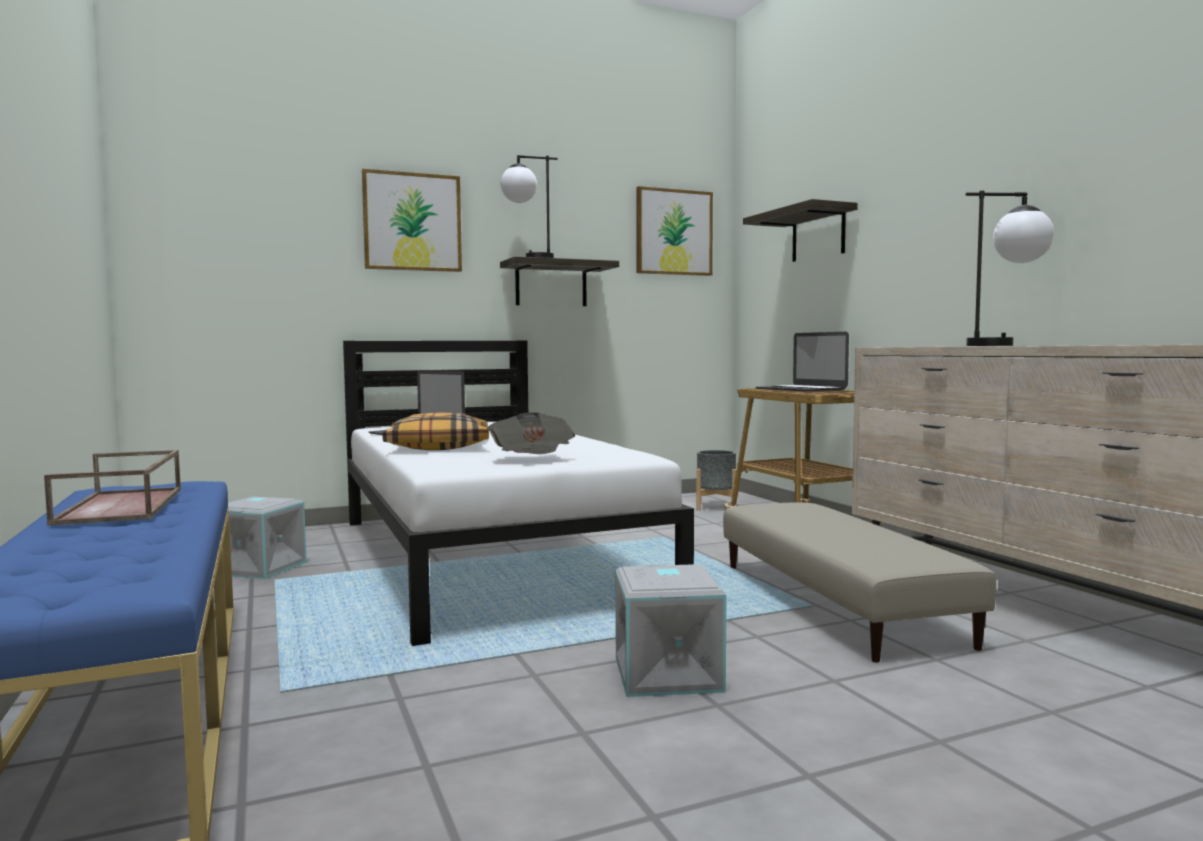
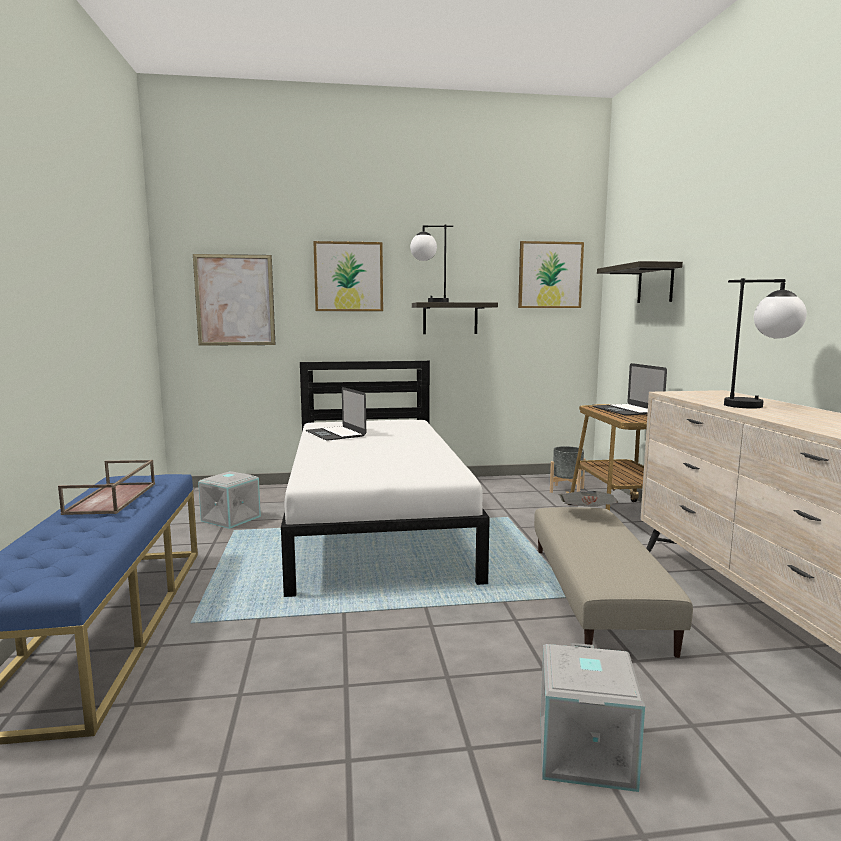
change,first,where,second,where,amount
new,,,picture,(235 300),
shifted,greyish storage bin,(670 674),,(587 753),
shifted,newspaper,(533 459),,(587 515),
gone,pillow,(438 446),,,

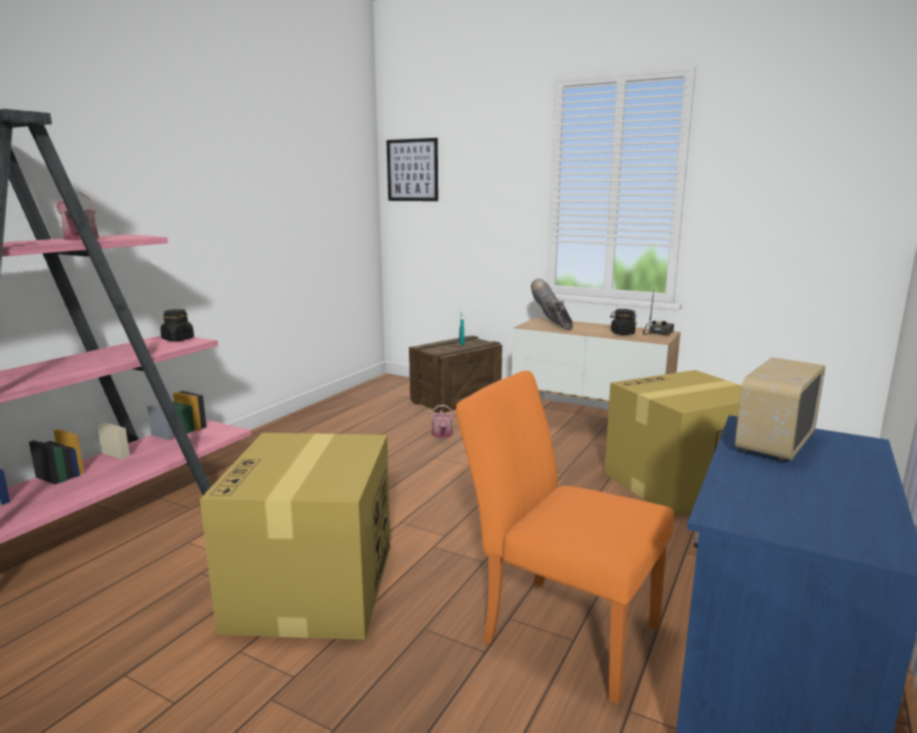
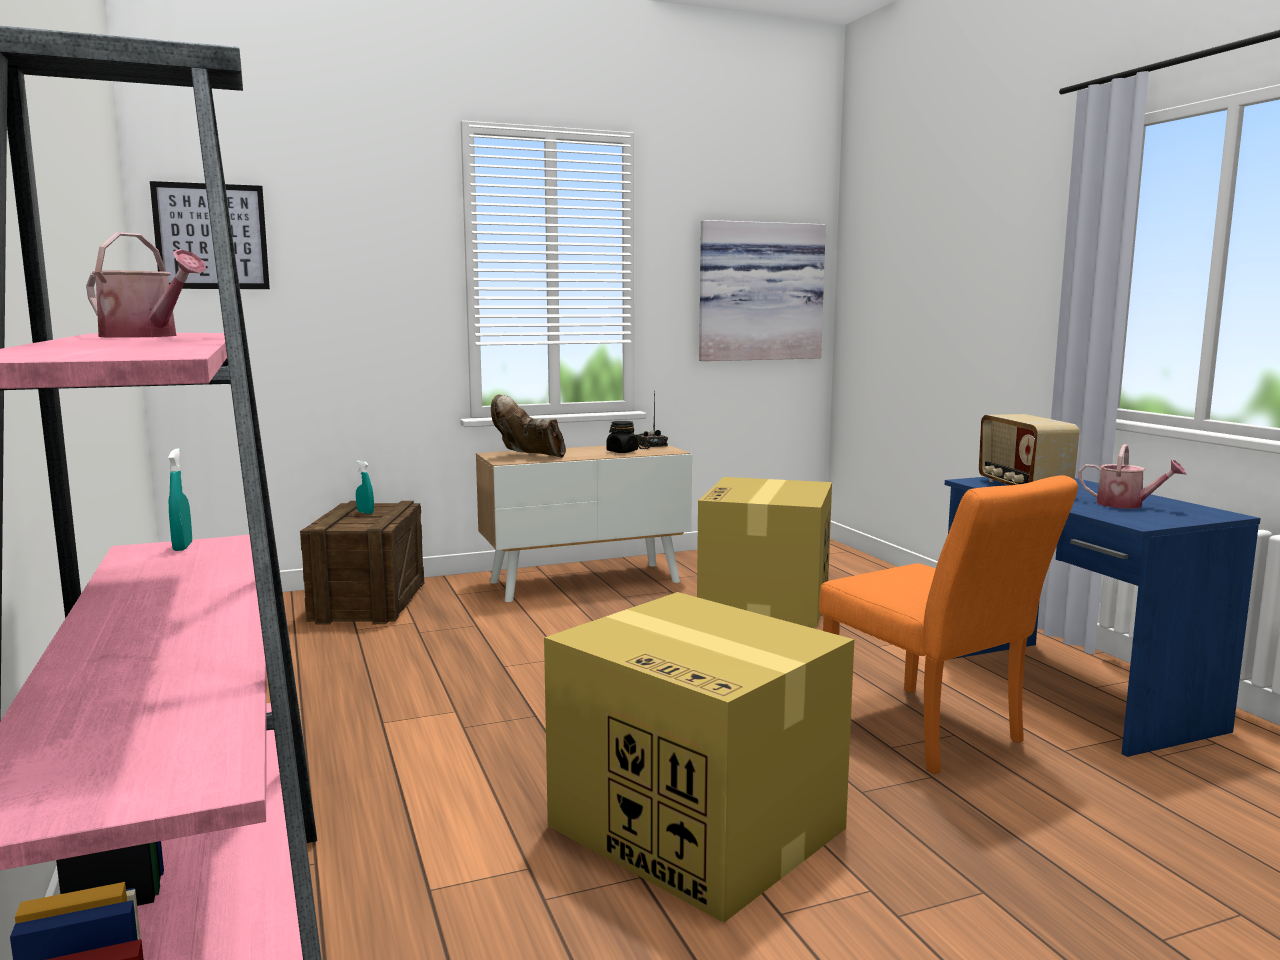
change,first,where,second,where,amount
swapped,blackish preserve jar,(178 339),turquoise-coloured sprayer,(182 547),
repainted,greyish high-top boot,(552 325),brown-coloured high-top boot,(528 456),
new,,,picture,(759 292),
rotated,orange-coloured chair,(558 629),,(931 734),105 degrees counterclockwise
shifted,watering can,(442 435),,(1126 505),

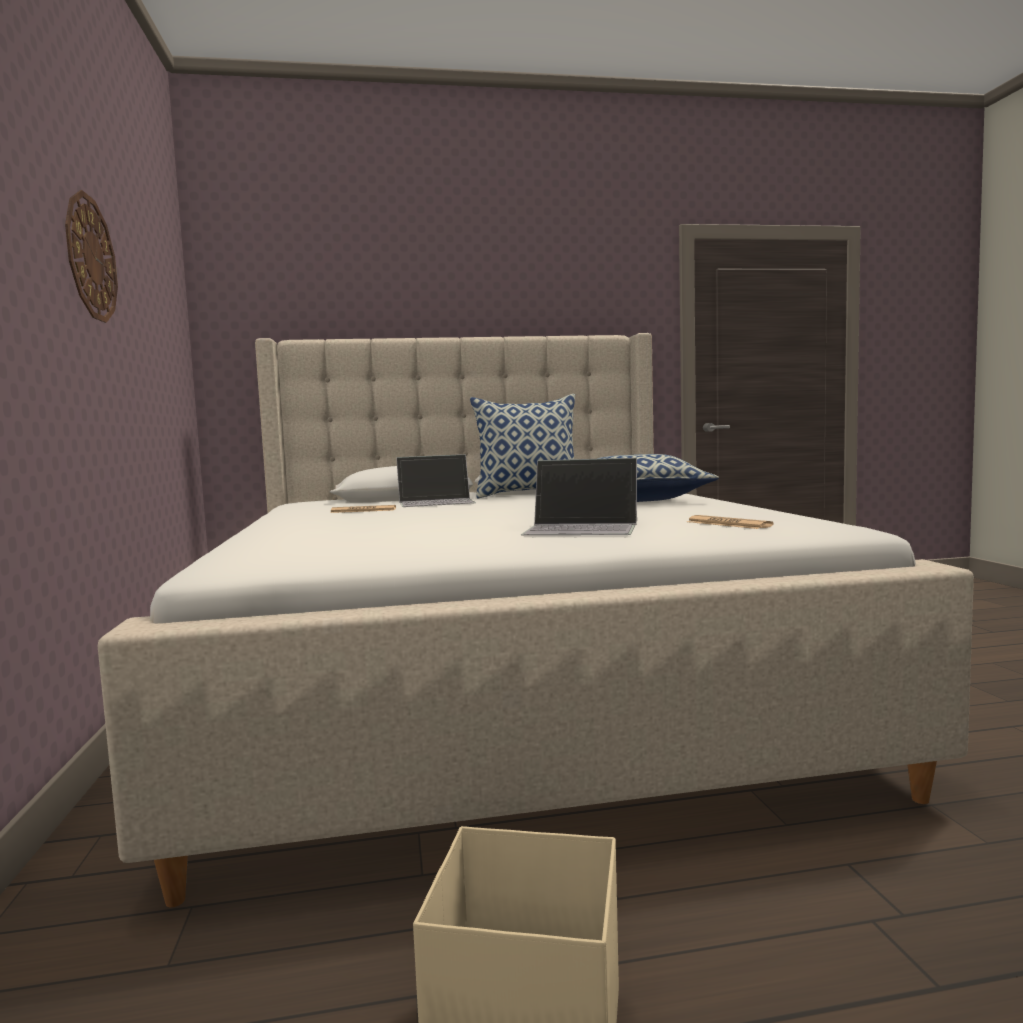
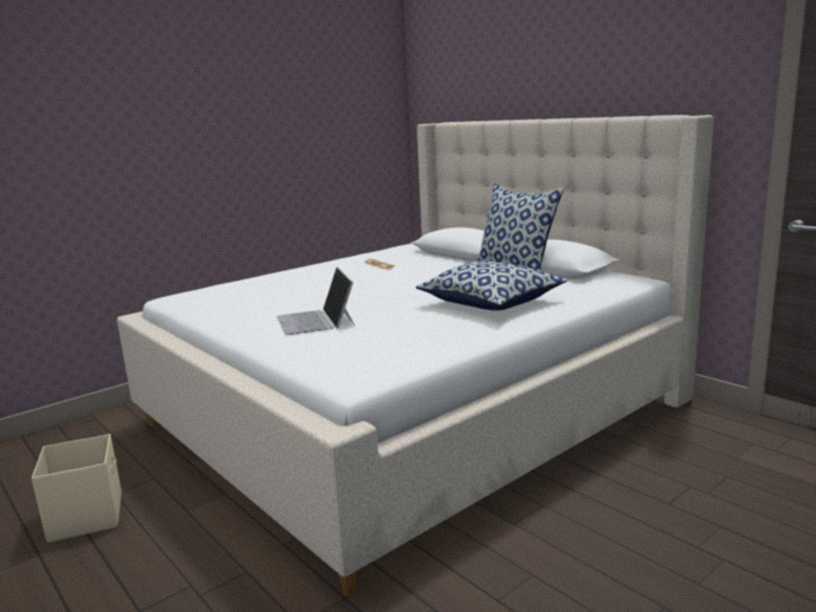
change,first,where,second,where,amount
gone,clock on the wall,(90 258),,,
gone,laptop,(436 502),,,
gone,newspaper,(728 524),,,

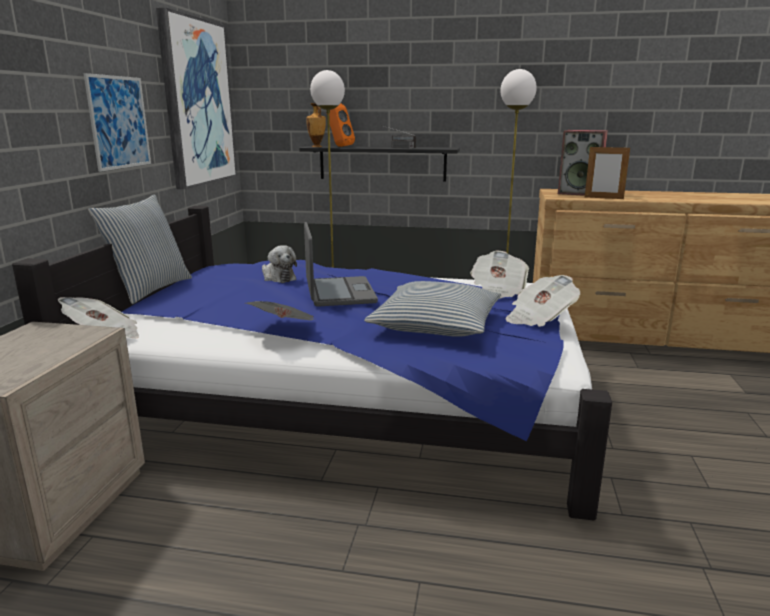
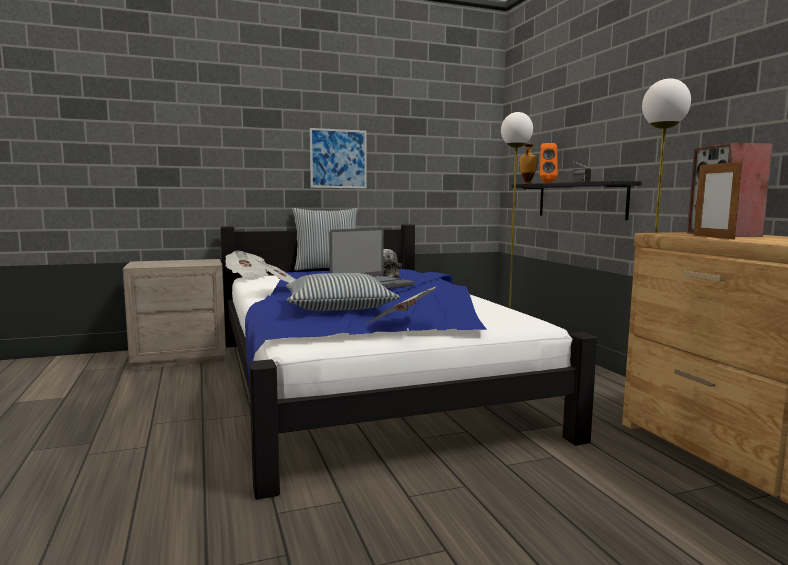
change,first,where,second,where,amount
gone,picture,(197 103),,,
gone,newspaper,(498 291),,,

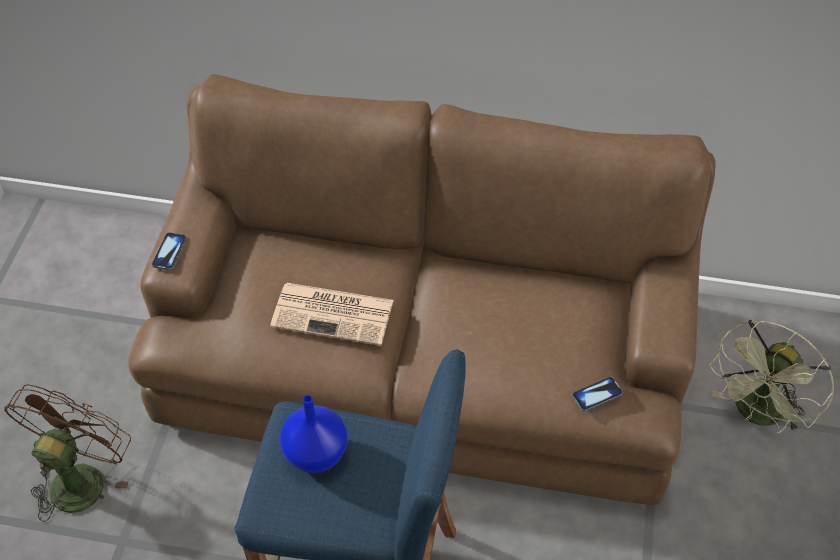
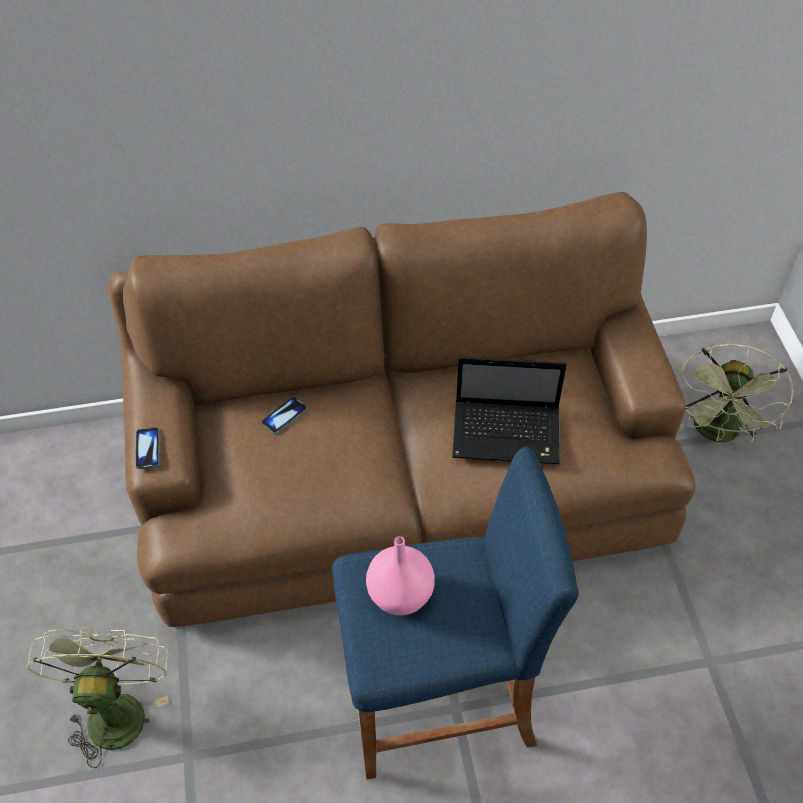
change,first,where,second,where,amount
repainted,brown-coloured fan,(81 476),green-coloured fan,(116 708),
shifted,telephone,(597 394),,(284 416),
repainted,bluish decorative vase,(315 452),pink-coloured decorative vase,(399 594),
new,,,laptop,(508 433),
gone,newspaper,(334 313),,,

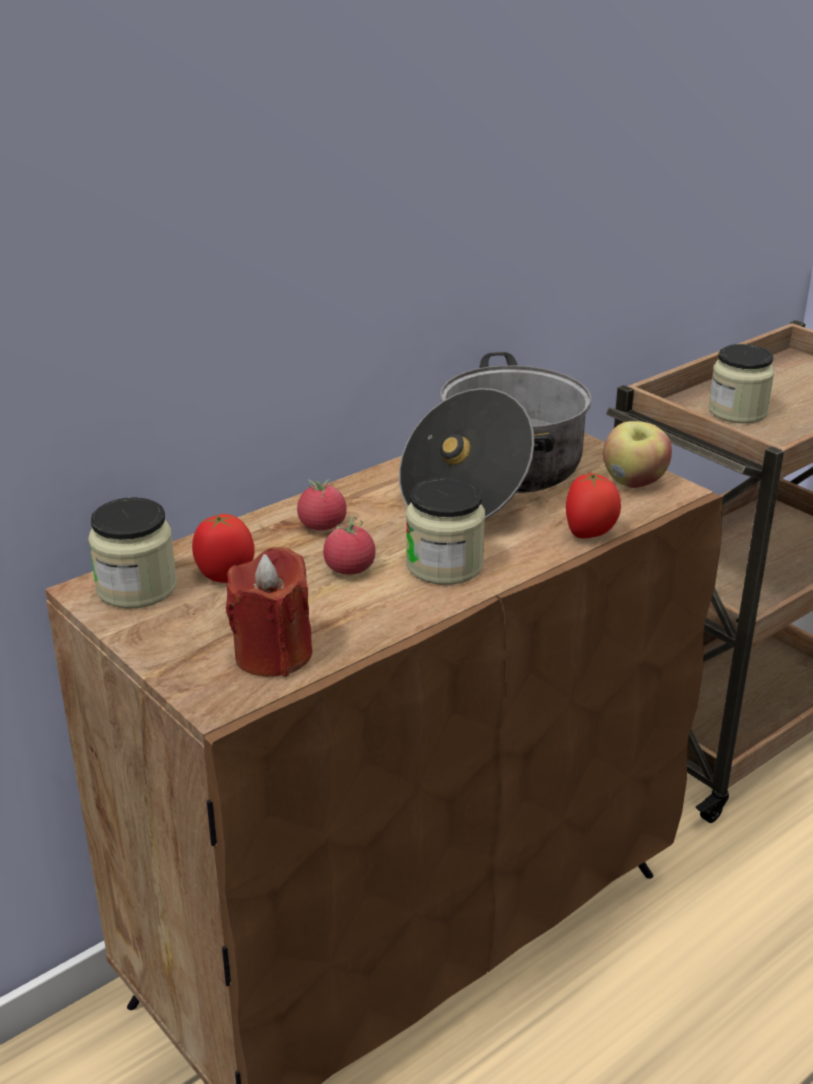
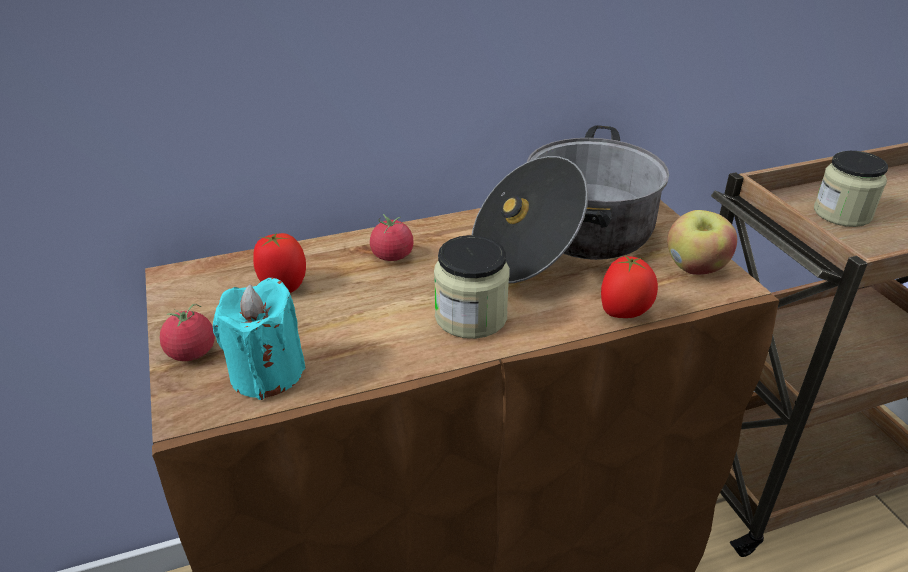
change,first,where,second,where,amount
shifted,tomato,(349 569),,(191 353),
repainted,reddish wax candle,(273 654),turquoise-coloured wax candle,(266 373),
gone,preserve jar,(137 588),,,

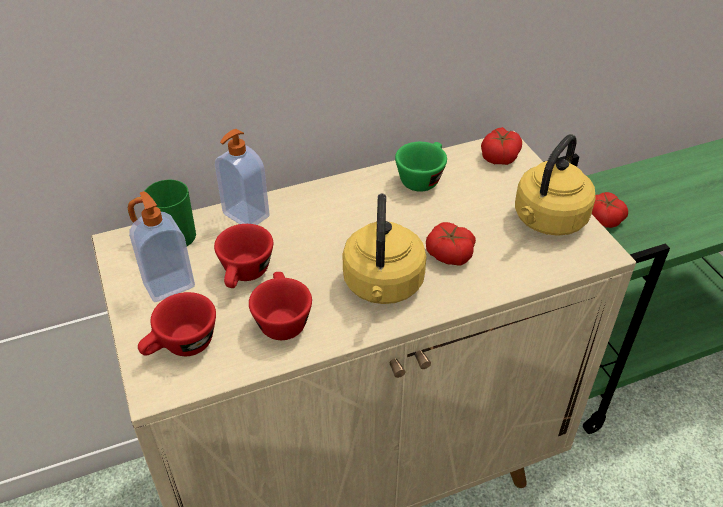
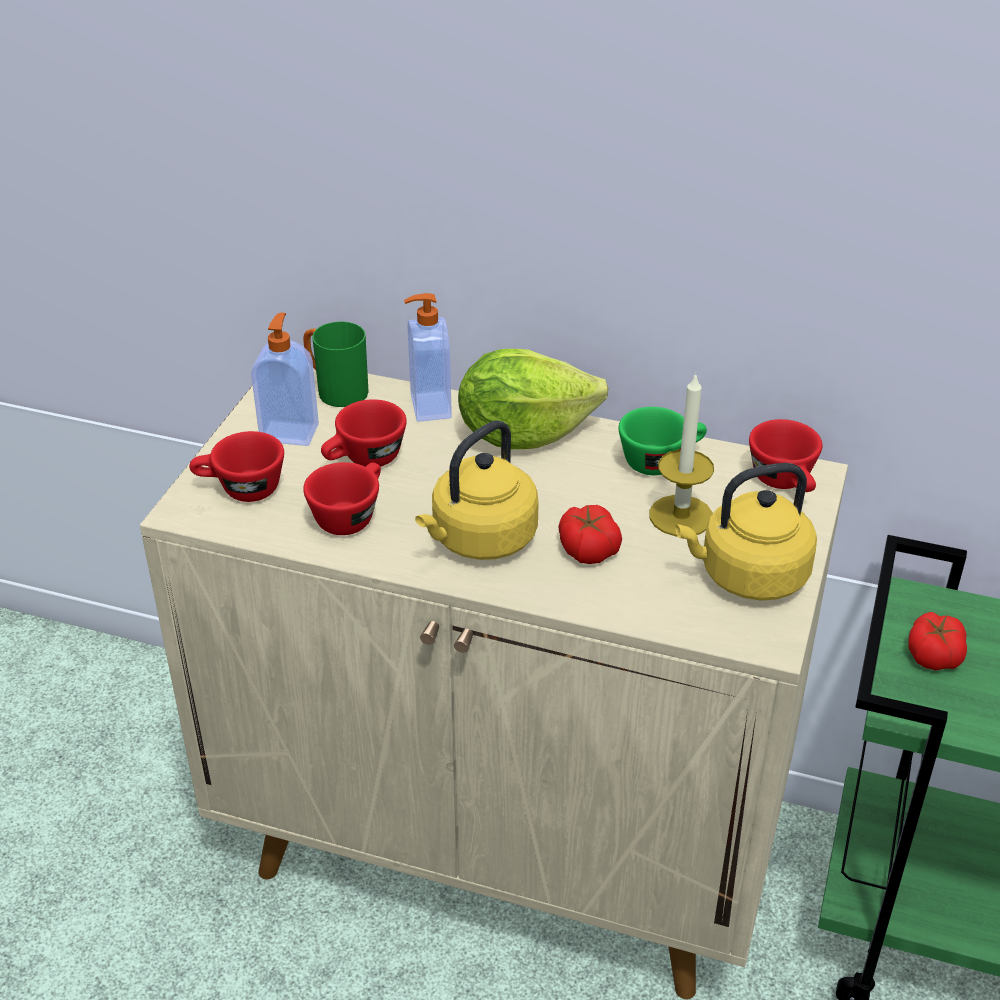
change,first,where,second,where,amount
new,,,lettuce,(523 433),
new,,,wax candle,(681 516),
swapped,tomato,(499 156),reddish cup,(786 482),

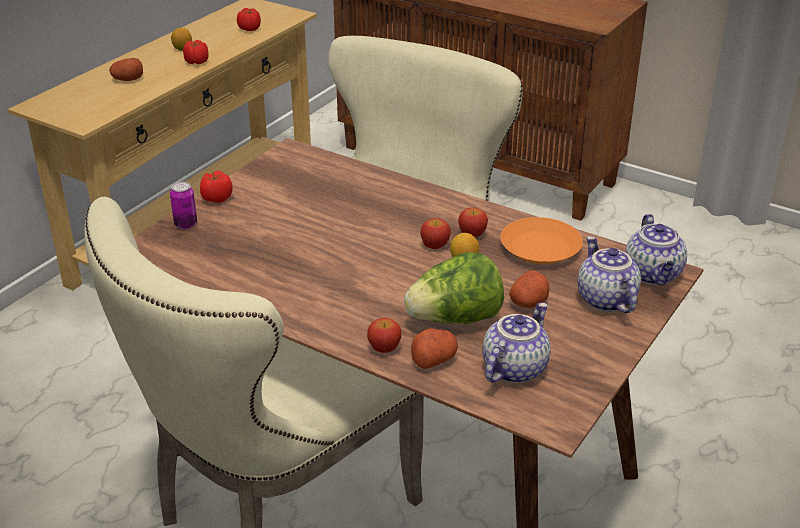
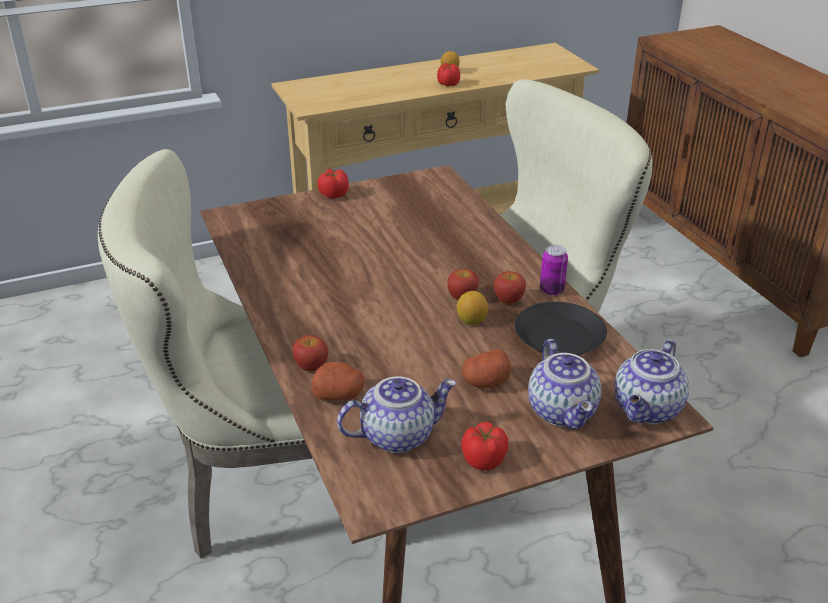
change,first,where,second,where,amount
shifted,tomato,(250 29),,(484 459),
repainted,orange-coloured flat dish,(540 248),blackish flat dish,(559 338),
rotated,teapot,(604 300),,(564 412),150 degrees clockwise
shifted,metal can,(185 224),,(551 290),
gone,whole potato,(127 79),,,
gone,lettuce,(455 319),,,

